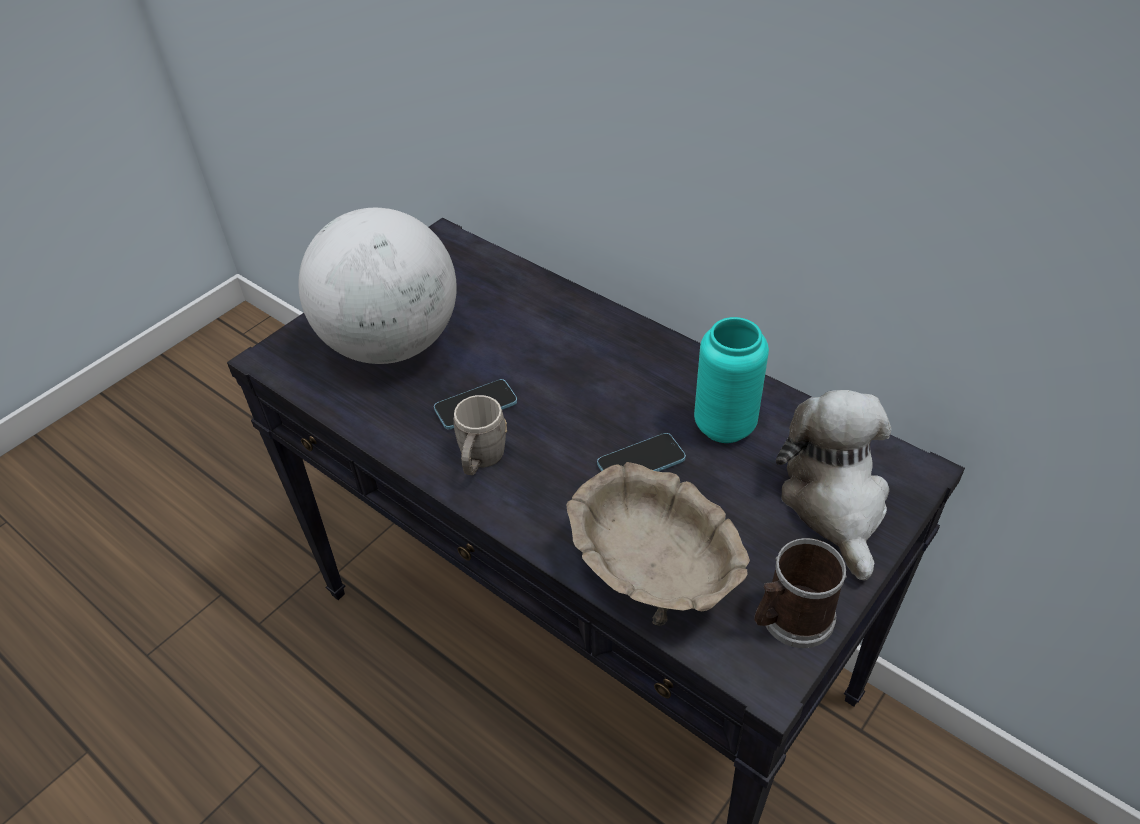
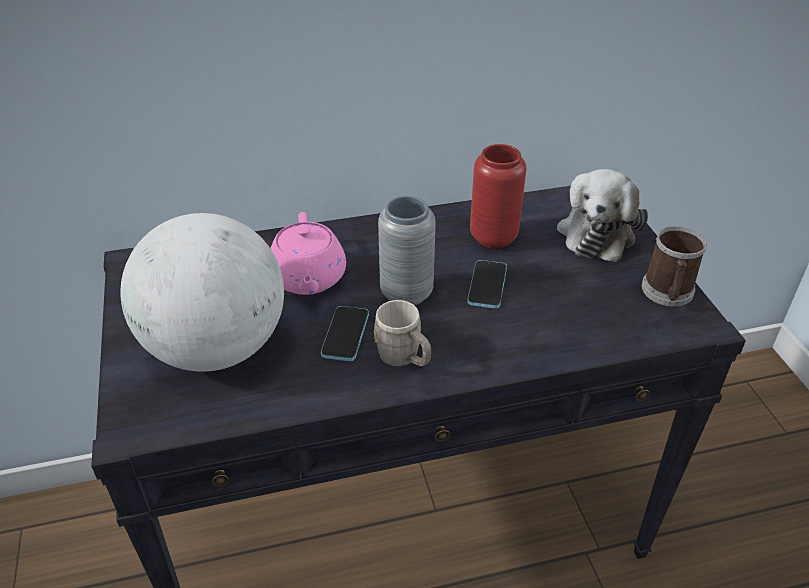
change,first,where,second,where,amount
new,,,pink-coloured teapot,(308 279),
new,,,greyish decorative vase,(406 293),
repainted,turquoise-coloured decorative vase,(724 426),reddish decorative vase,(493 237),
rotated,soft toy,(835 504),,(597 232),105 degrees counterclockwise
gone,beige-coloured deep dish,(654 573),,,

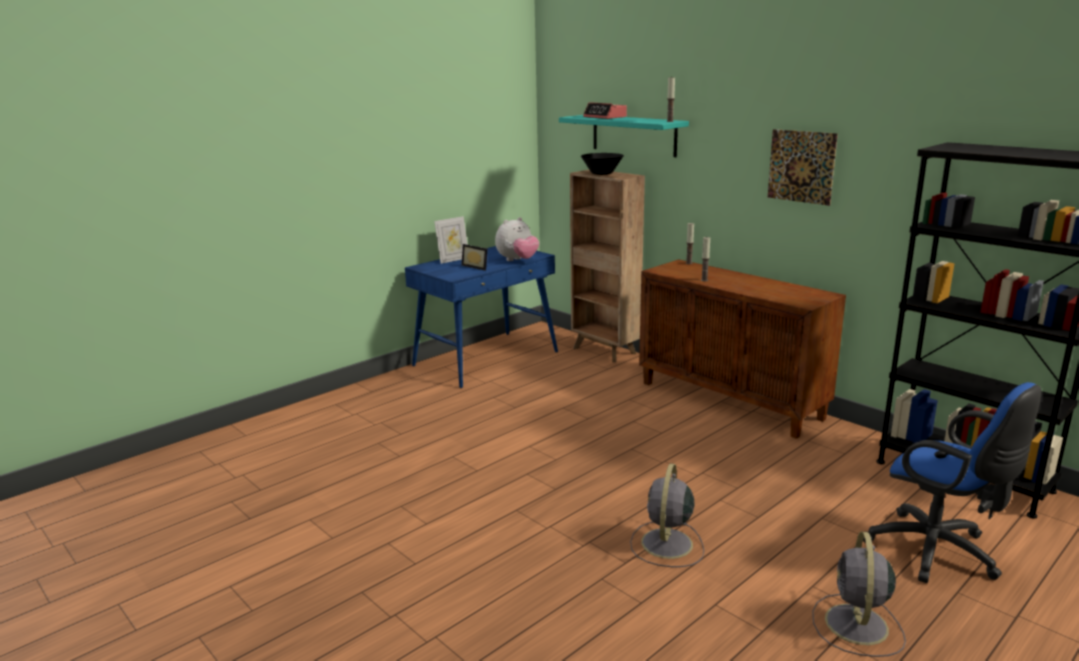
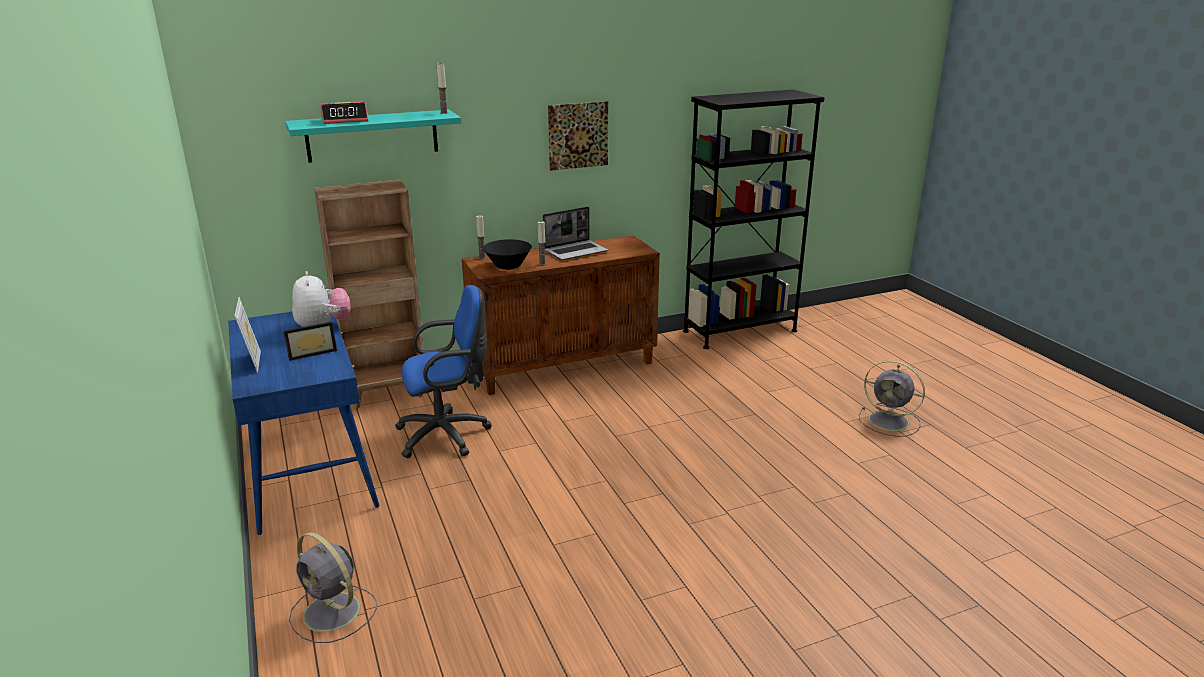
change,first,where,second,where,amount
shifted,greyish fan,(666 545),,(333 613),
shifted,bluish office chair,(938 553),,(448 435),
shifted,blackish deep dish,(601 173),,(508 266),
new,,,laptop,(576 251),

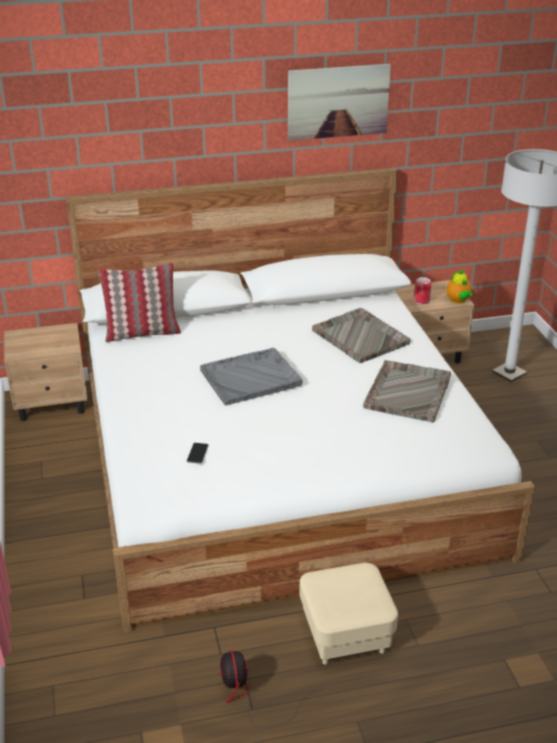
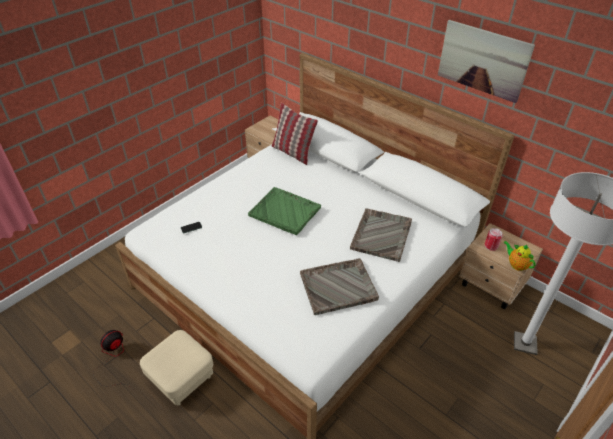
change,first,where,second,where,amount
repainted,greyish serving tray,(251 378),green-coloured serving tray,(285 212),
rotated,teapot,(458 301),,(516 265),105 degrees clockwise

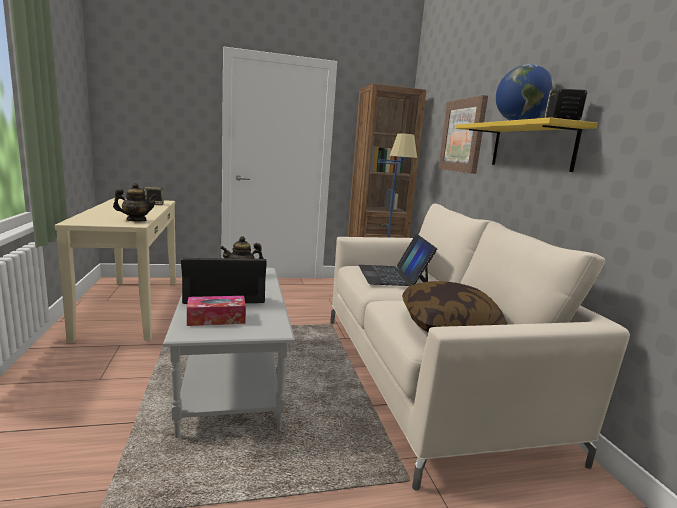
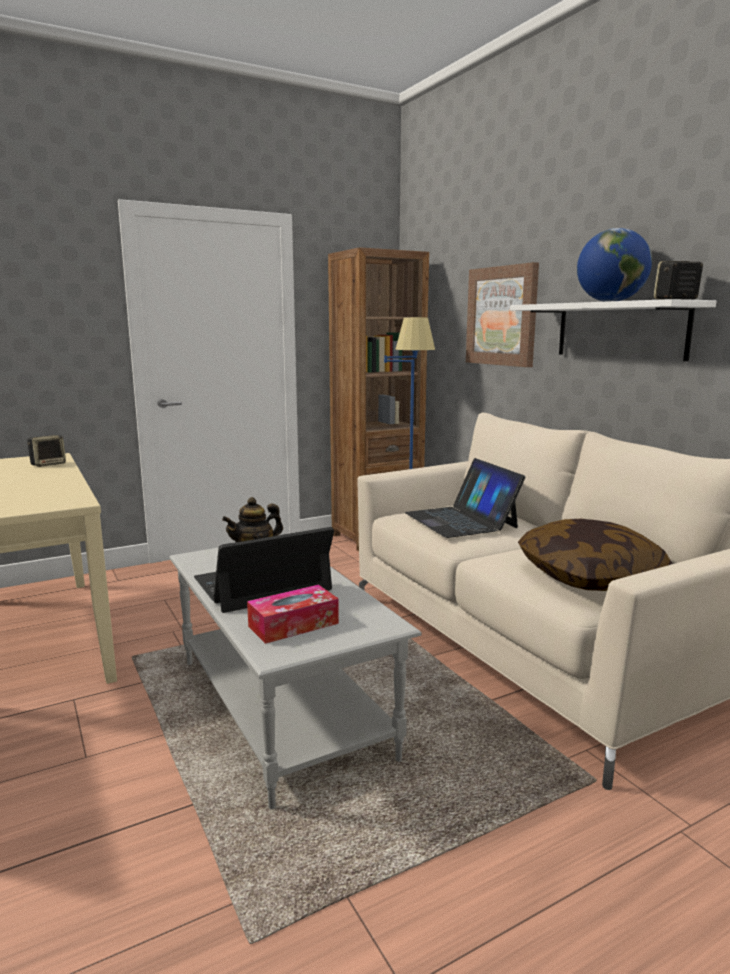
change,first,where,second,where,amount
repainted,yellow-coloured bracket shelf,(531 147),white bracket shelf,(620 330),
gone,teapot,(136 220),,,

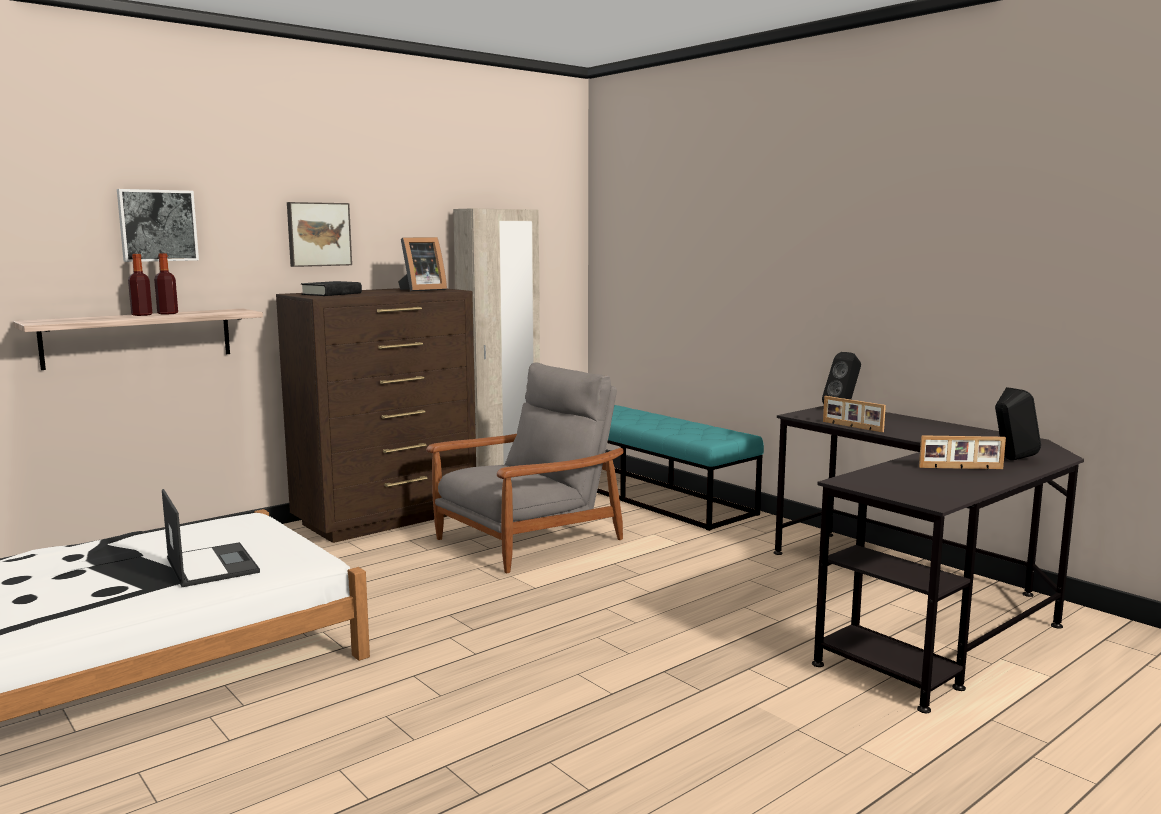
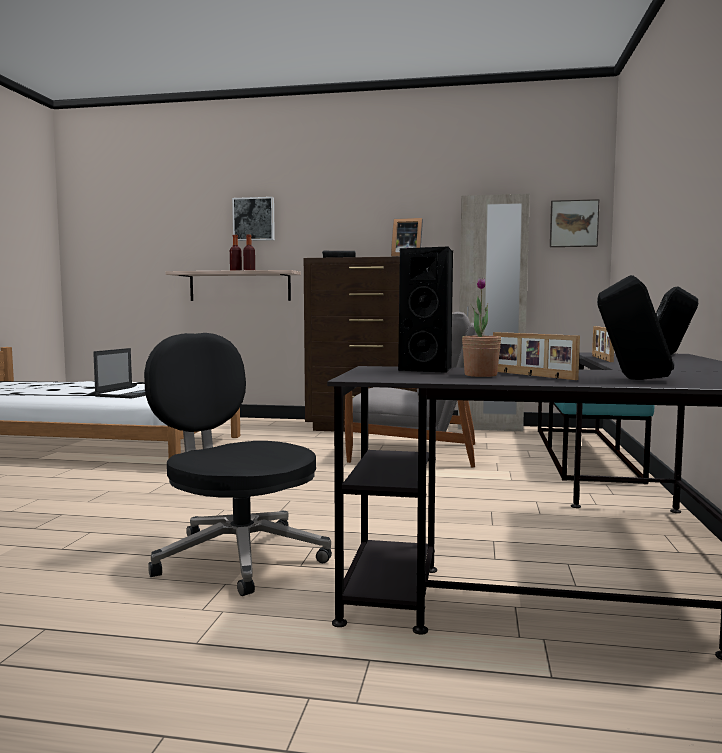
change,first,where,second,where,amount
new,,,blackish office chair,(237 556),
new,,,blackish audio speaker,(429 369),
new,,,potted plant,(480 375),
shifted,picture,(318 234),,(573 224),

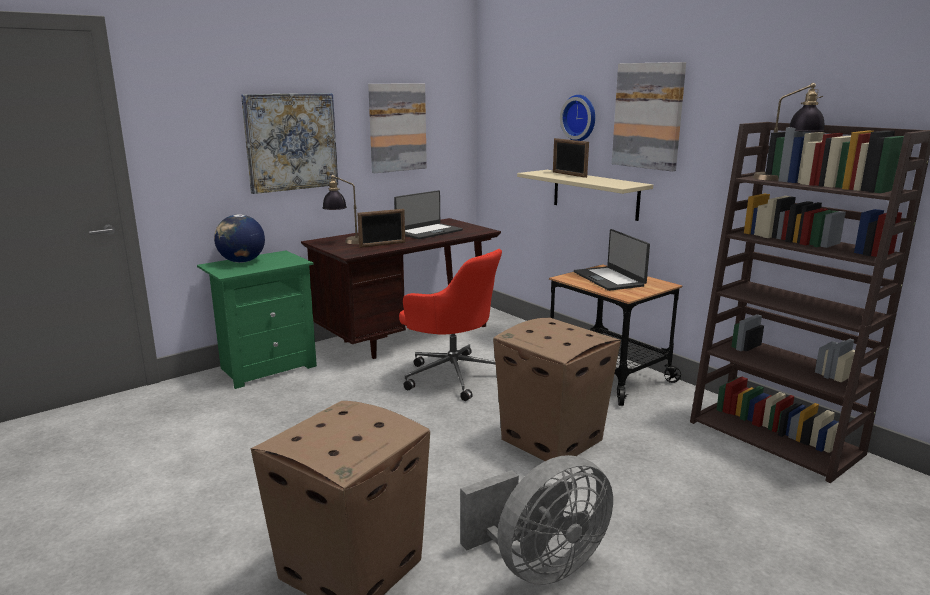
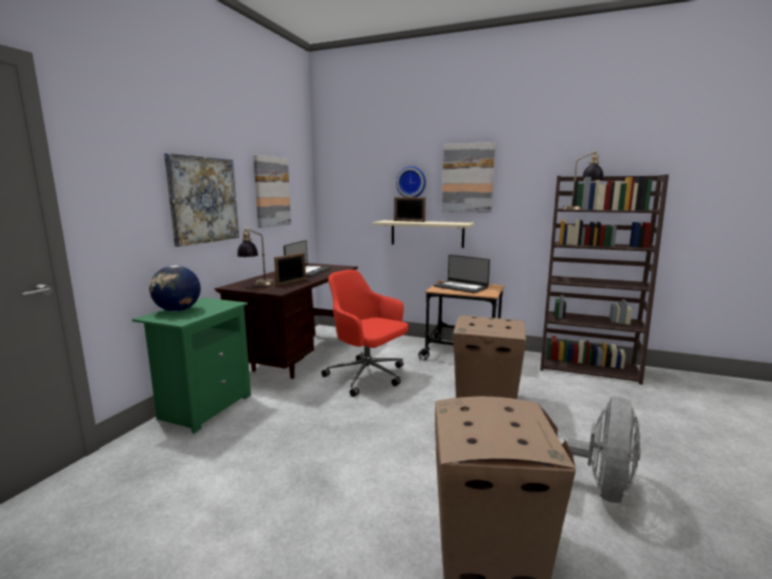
change,first,where,second,where,amount
rotated,reddish office chair,(452 375),,(367 376),150 degrees counterclockwise

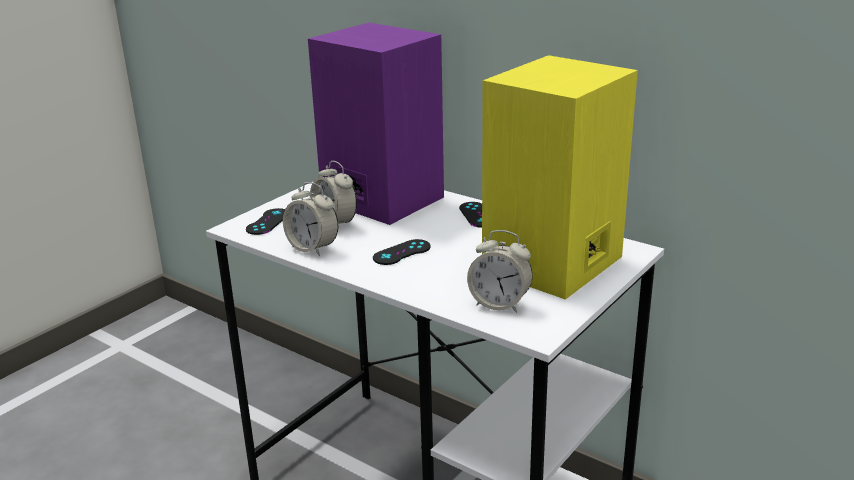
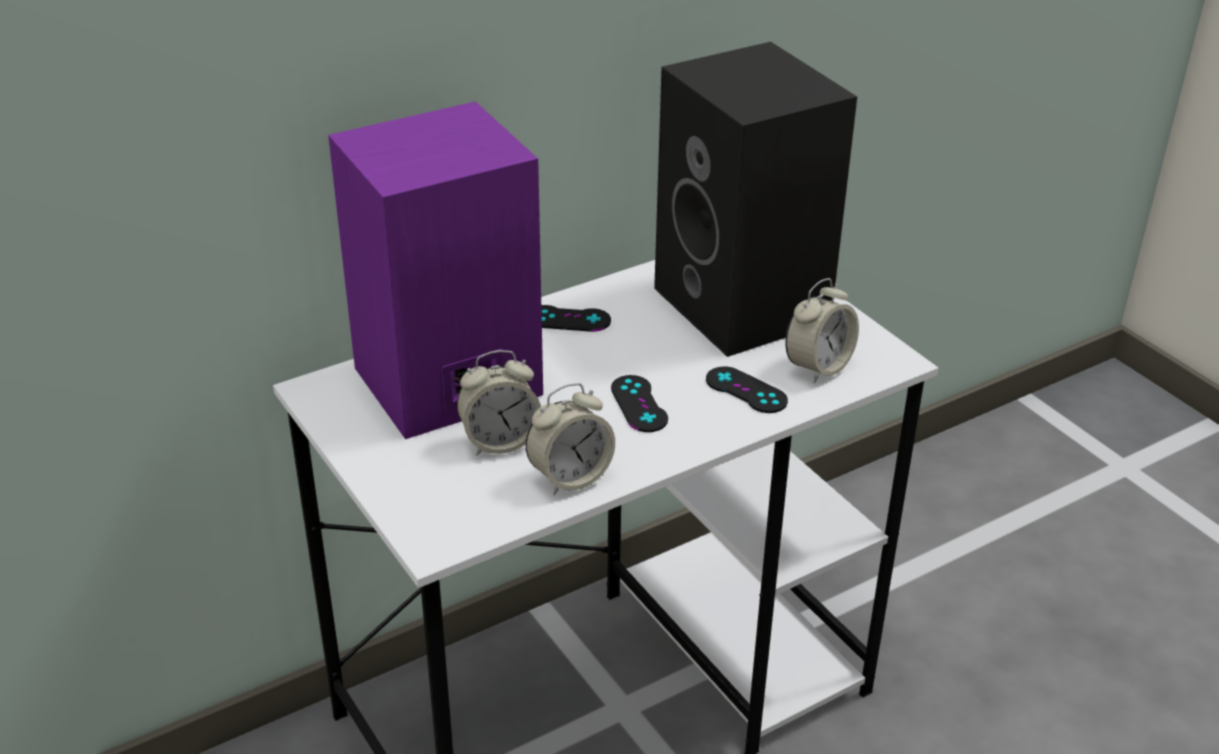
change,first,where,second,where,amount
repainted,yellow-coloured audio speaker,(553 265),blackish audio speaker,(746 306),
shifted,blackish joypad,(267 222),,(746 390),

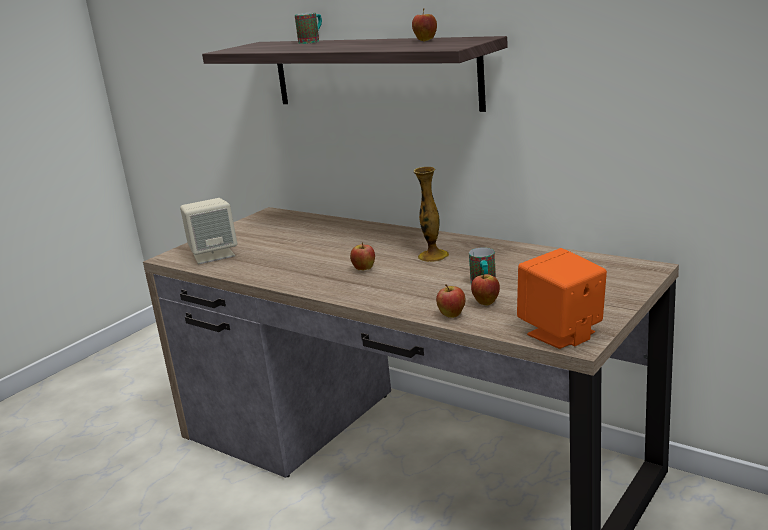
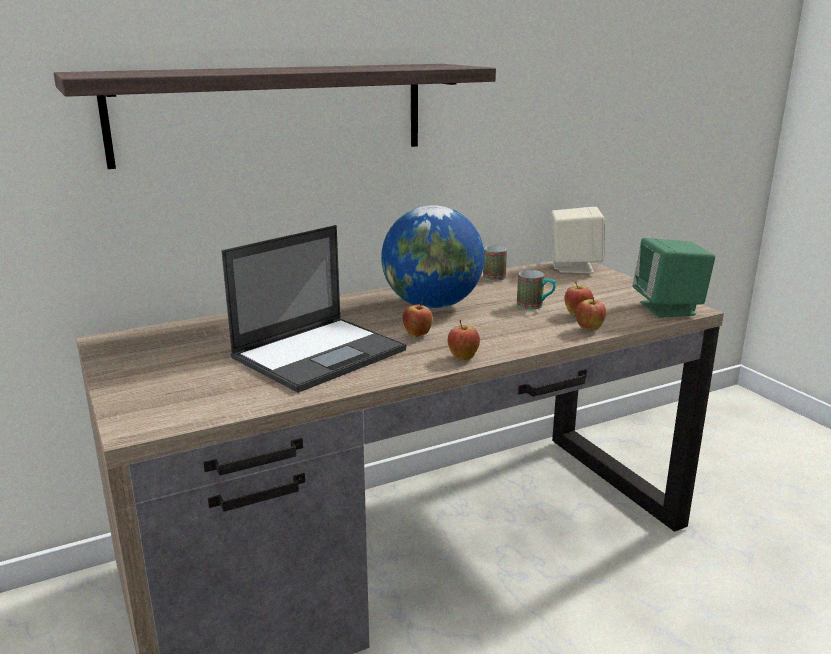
change,first,where,second,where,amount
new,,,laptop,(320 353),
swapped,decorative vase,(433 256),desk globe,(432 305),
shifted,whole apple,(425 40),,(463 358),
shifted,coffee mug,(312 41),,(491 276),
shifted,beige-coloured audio speaker,(214 255),,(573 267),
repainted,orange-coloured audio speaker,(561 334),green-coloured audio speaker,(668 309),

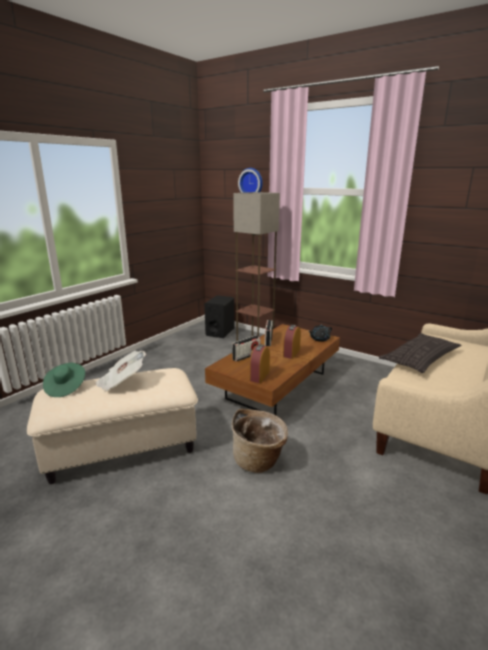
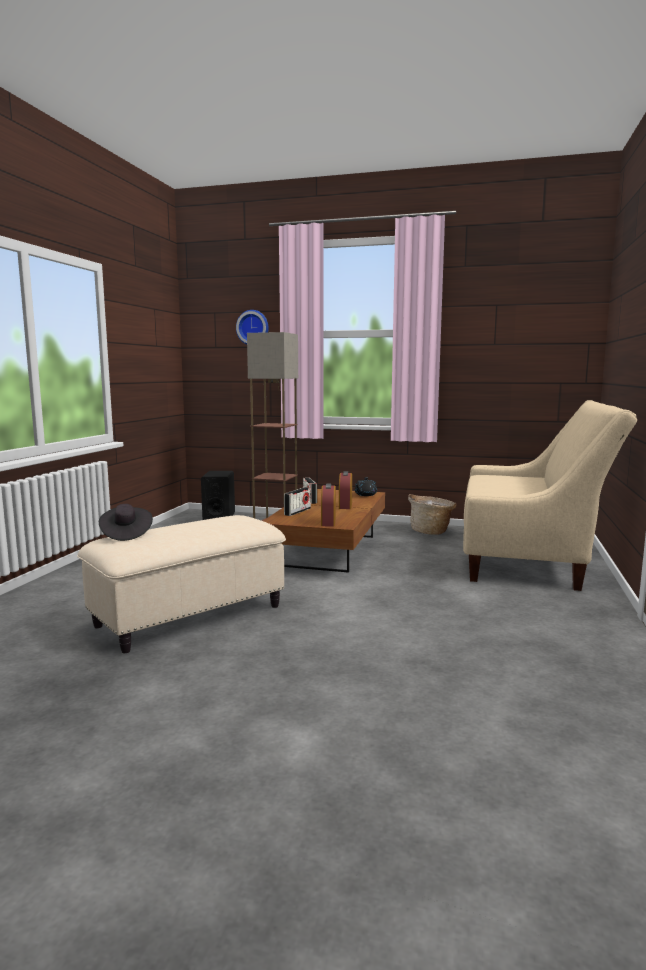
change,first,where,second,where,amount
repainted,green-coloured hat,(65 388),blackish hat,(126 534),
shifted,storage basket,(259 460),,(431 532),
gone,newspaper,(121 382),,,
gone,pillow,(420 358),,,

